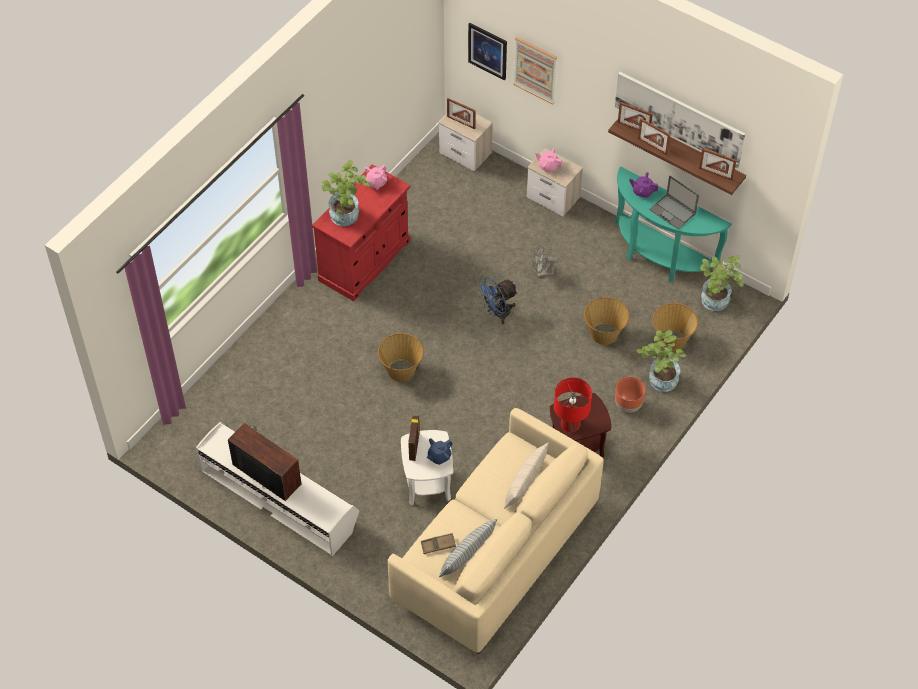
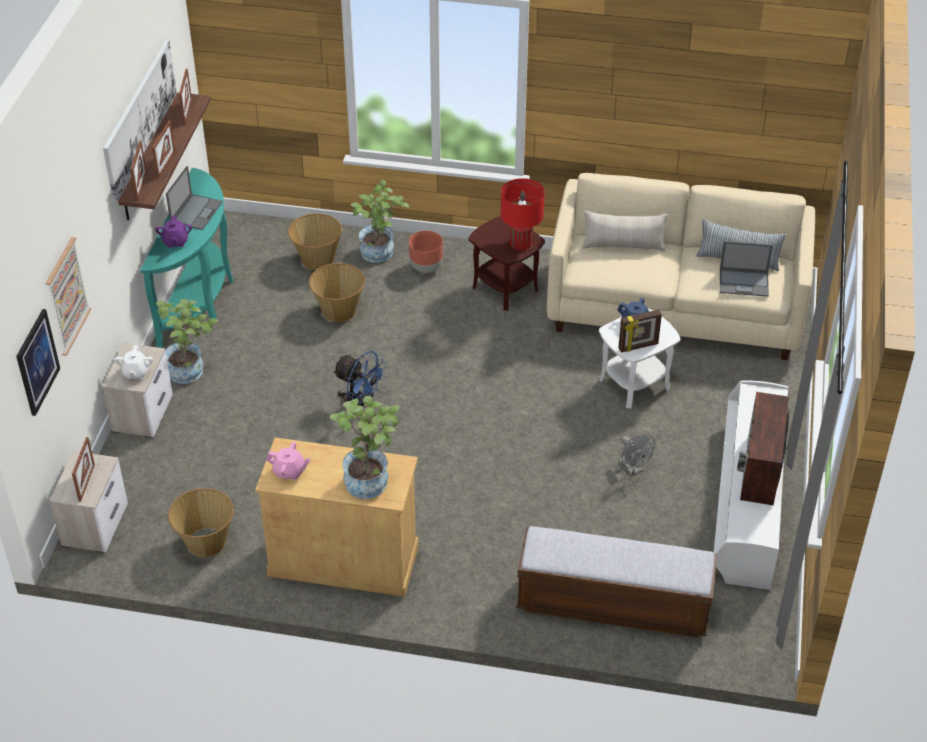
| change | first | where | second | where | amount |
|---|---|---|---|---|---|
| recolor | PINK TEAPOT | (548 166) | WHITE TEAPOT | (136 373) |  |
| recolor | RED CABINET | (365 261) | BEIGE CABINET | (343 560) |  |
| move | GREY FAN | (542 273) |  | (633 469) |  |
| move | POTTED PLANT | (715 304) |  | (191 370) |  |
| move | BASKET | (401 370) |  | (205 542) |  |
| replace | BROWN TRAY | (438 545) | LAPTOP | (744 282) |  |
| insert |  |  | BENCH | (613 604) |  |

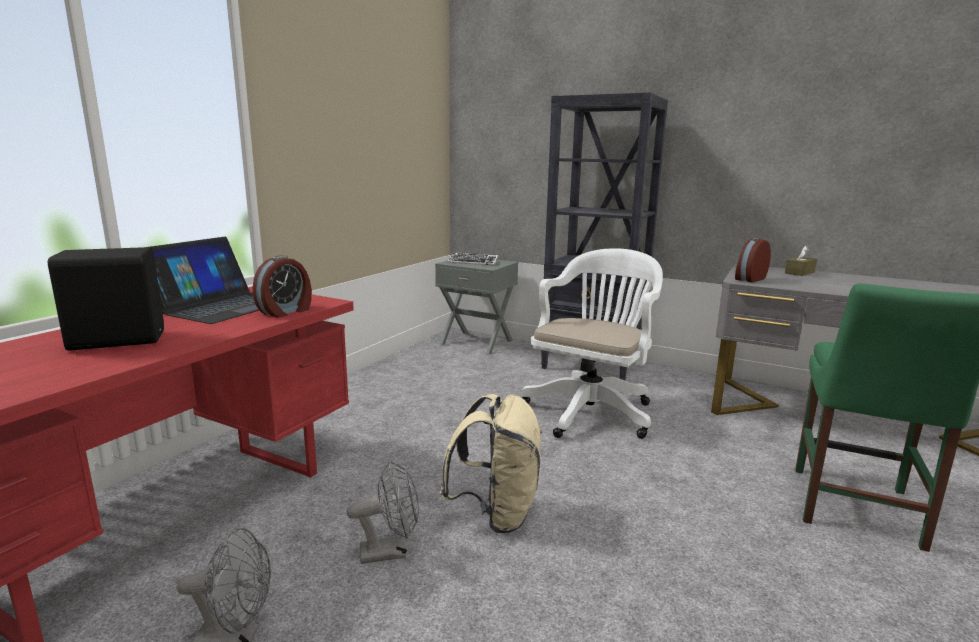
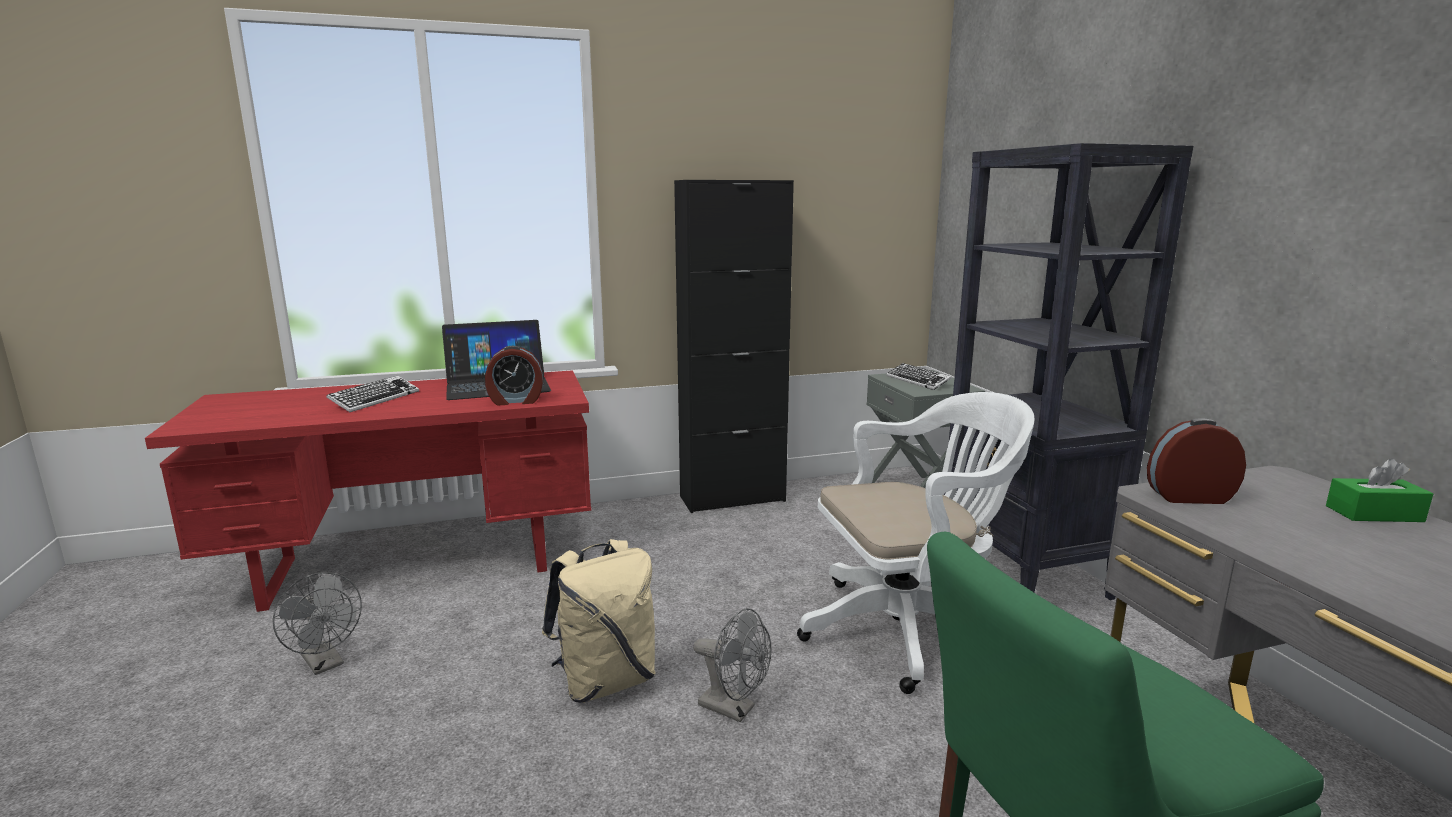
| change | first | where | second | where | amount |
|---|---|---|---|---|---|
| recolor | BROWN TISSUE BOX | (799 272) | GREEN TISSUE BOX | (1374 514) |  |
| replace | BLACK SPEAKER | (116 340) | KEYBOARD | (375 399) |  |
| move | GREY FAN | (390 551) |  | (734 709) |  |
| insert |  |  | BLACK CABINET | (732 498) |  |

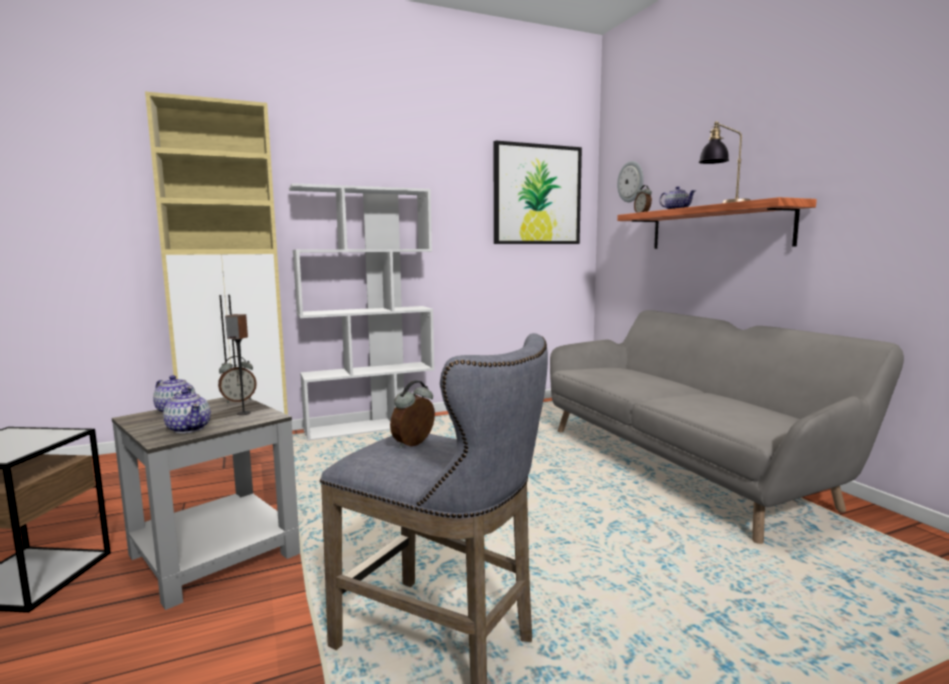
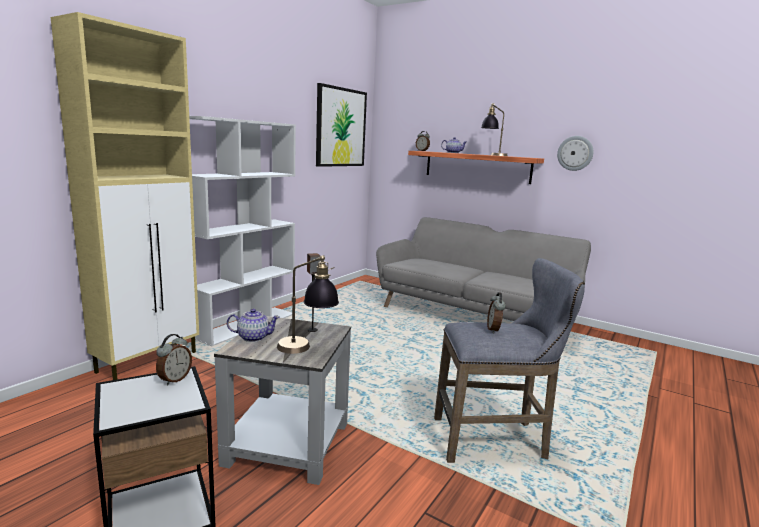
| change | first | where | second | where | amount |
|---|---|---|---|---|---|
| move | WALL CLOCK | (631 181) |  | (575 153) |  |
| move | ALARM CLOCK | (238 401) |  | (174 379) |  |
| replace | TEAPOT | (189 428) | TABLE LAMP | (307 348) |  |

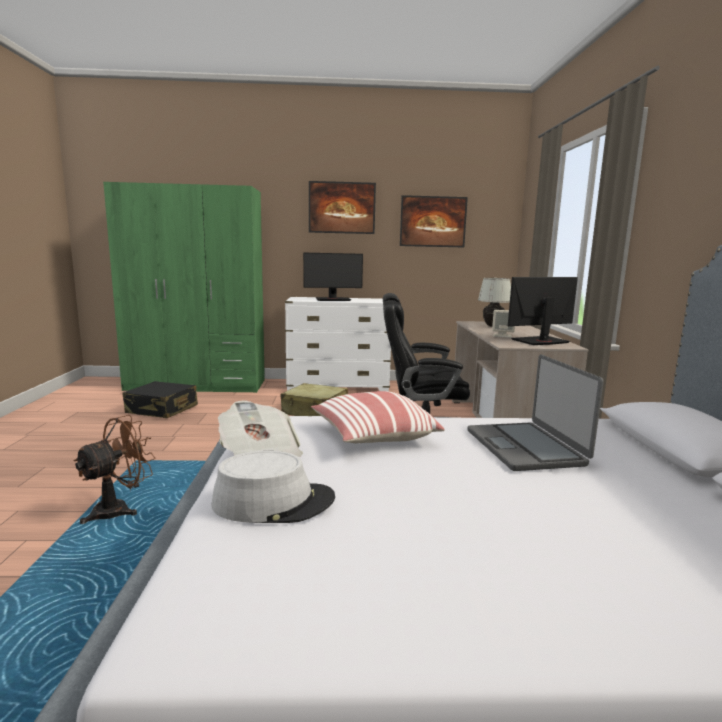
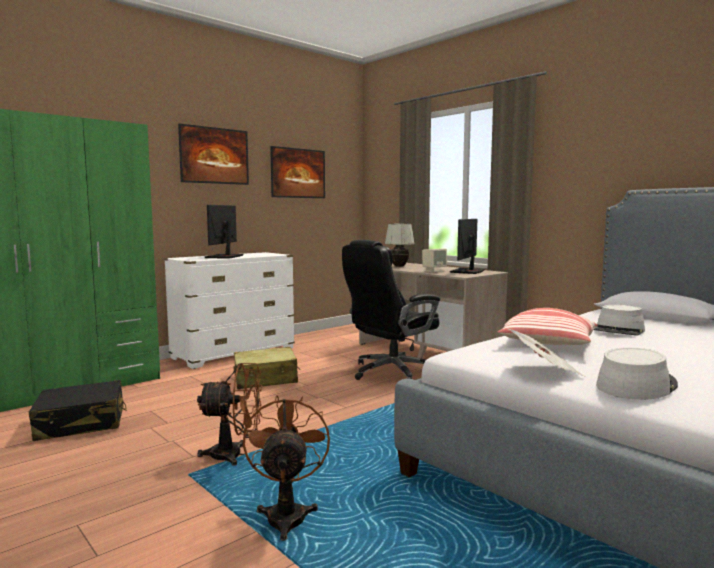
| change | first | where | second | where | amount |
|---|---|---|---|---|---|
| rotate | MONITOR | (332 299) |  | (225 256) | 150 degrees clockwise |
| replace | LAPTOP | (525 447) | GREY HAT | (619 330) |  |
| insert |  |  | BROWN FAN | (235 455) |  |

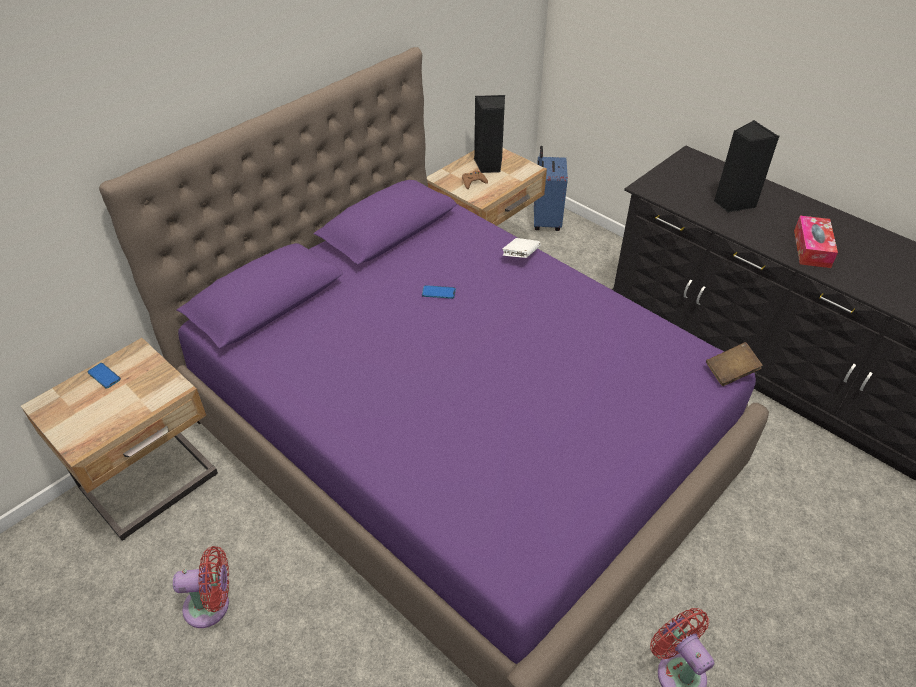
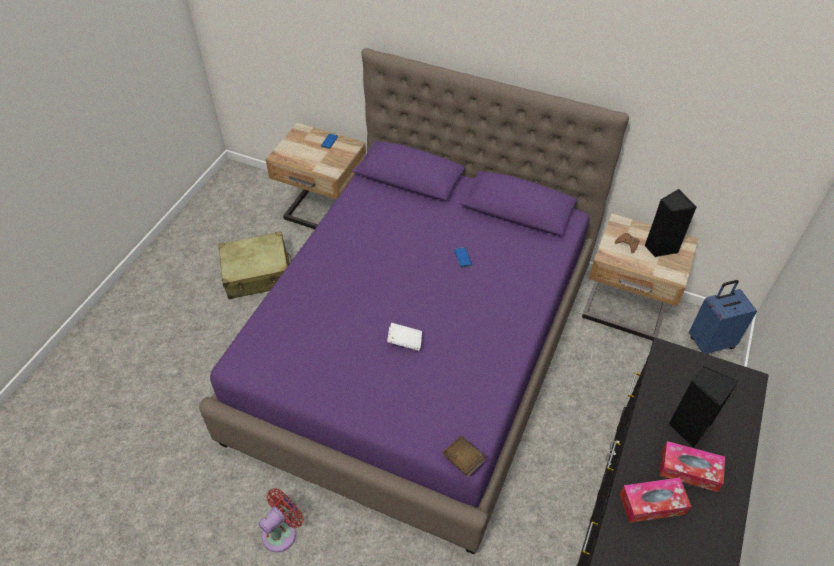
| change | first | where | second | where | amount |
|---|---|---|---|---|---|
| move | WHITE BOOK | (520 256) |  | (404 342) |  |
| replace | RED FAN | (211 606) | BEIGE SUITCASE | (258 274) |  |
| insert |  |  | TISSUE BOX | (689 470) |  |

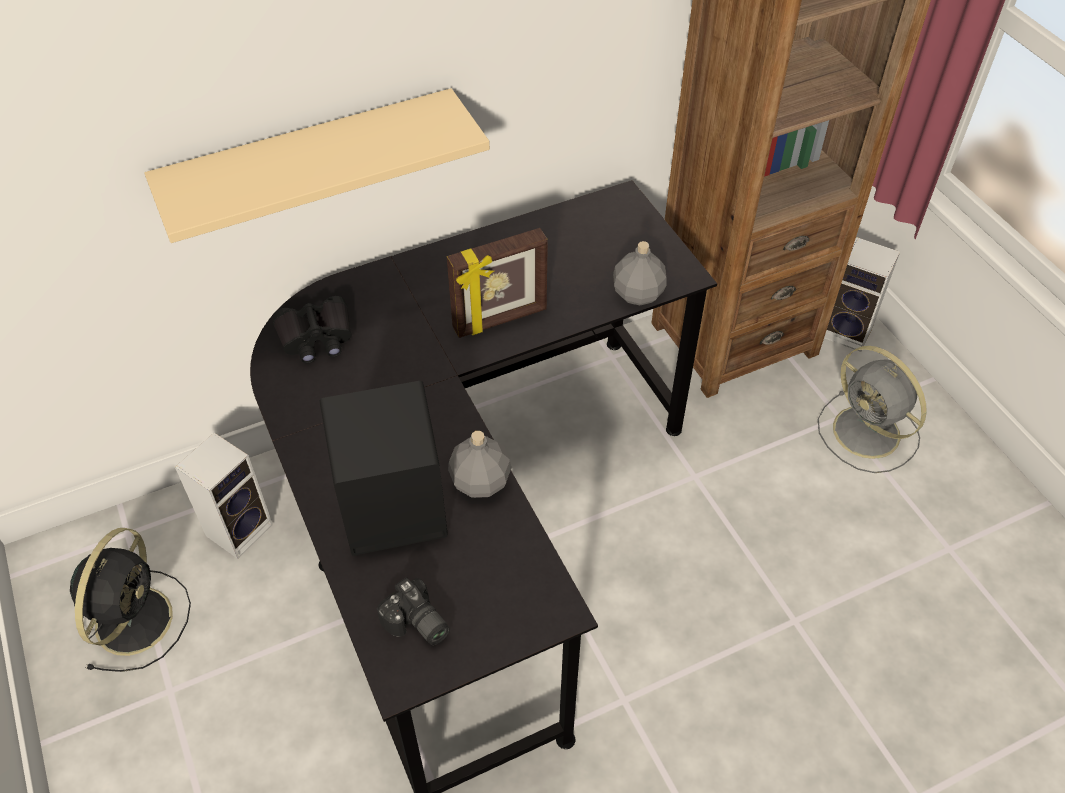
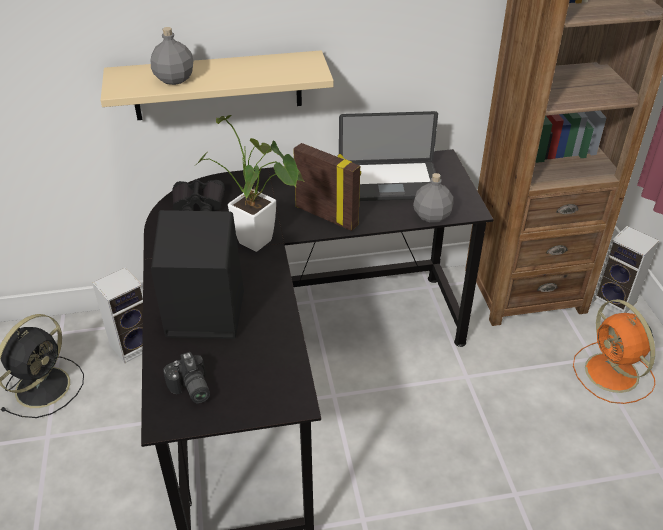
| change | first | where | second | where | amount |
|---|---|---|---|---|---|
| rotate | PICTURE FRAME | (500 320) |  | (327 215) | 135 degrees counterclockwise |
| recolor | GREY FAN | (868 434) | ORANGE FAN | (613 374) |  |
| move | GREY BOTTLE | (481 482) |  | (174 79) |  |
| insert |  |  | LAPTOP | (388 183) |  |
| insert |  |  | POTTED PLANT | (261 245) |  |

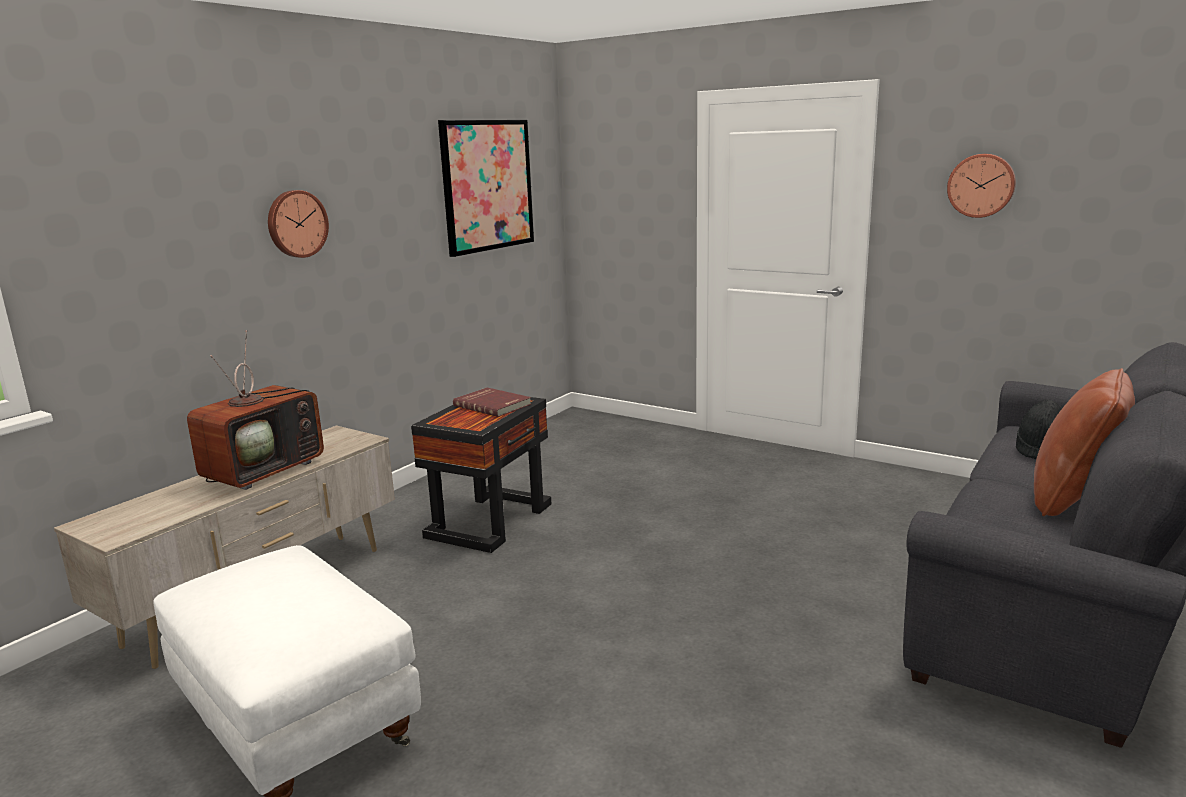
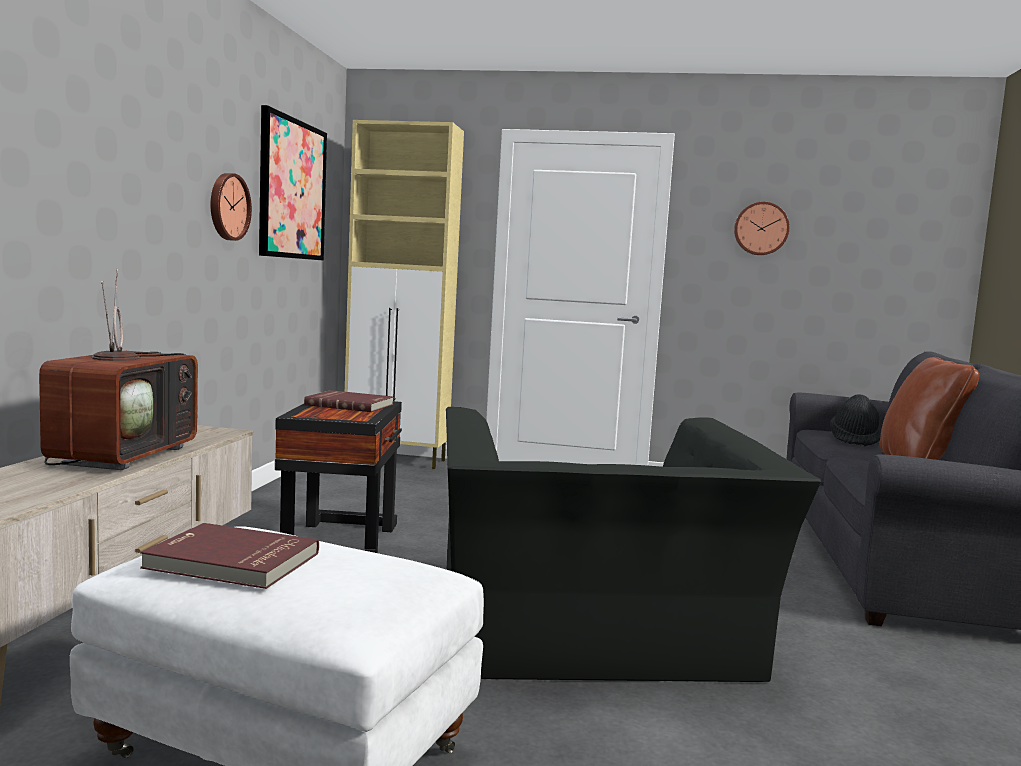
| change | first | where | second | where | amount |
|---|---|---|---|---|---|
| move | WALL CLOCK | (296 224) |  | (227 206) |  |
| insert |  |  | BEIGE CABINET | (397 460) |  |
| insert |  |  | BLACK ARMCHAIR | (591 631) |  |
| insert |  |  | RED BOOK | (231 562) |  |

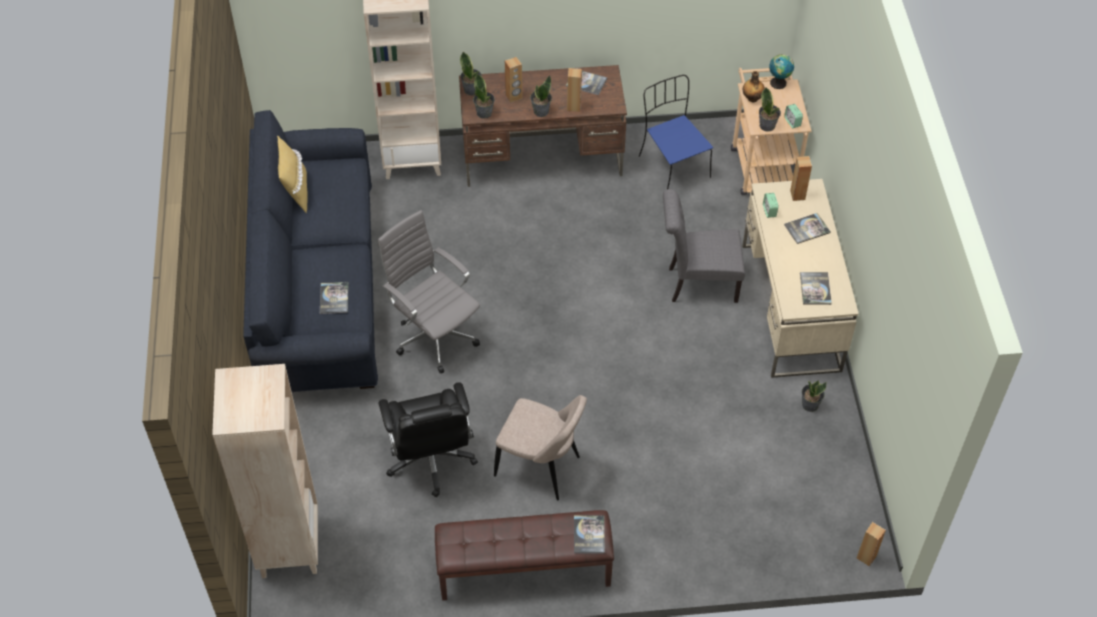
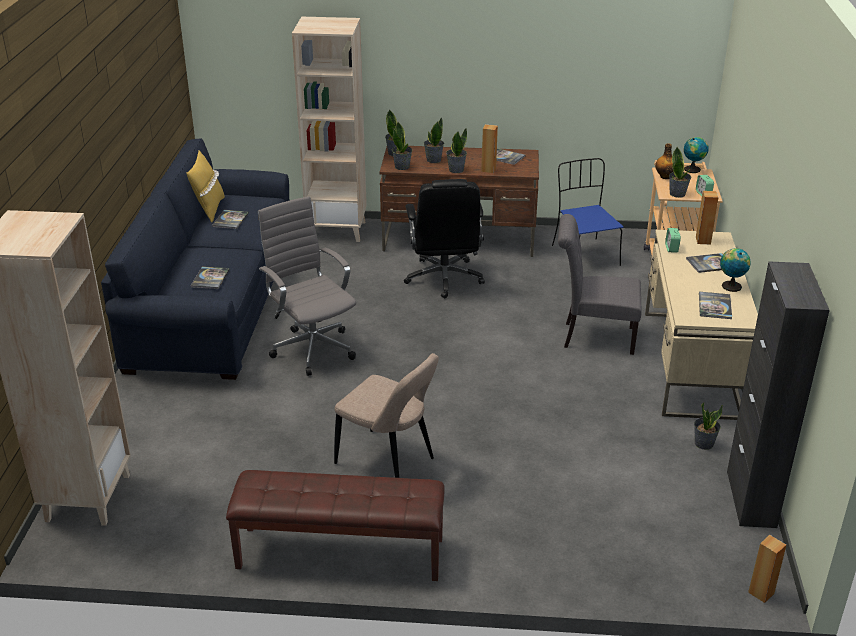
| change | first | where | second | where | amount |
|---|---|---|---|---|---|
| replace | BROWN SPEAKER | (514 97) | POTTED PLANT | (433 160) |  |
| move | BLACK OFFICE CHAIR | (431 459) |  | (444 278) |  |
| move | BOOK | (589 535) |  | (230 220) |  |
| insert |  |  | GLOBE | (730 286) |  |
| insert |  |  | BLACK CABINET | (751 499) |  |

